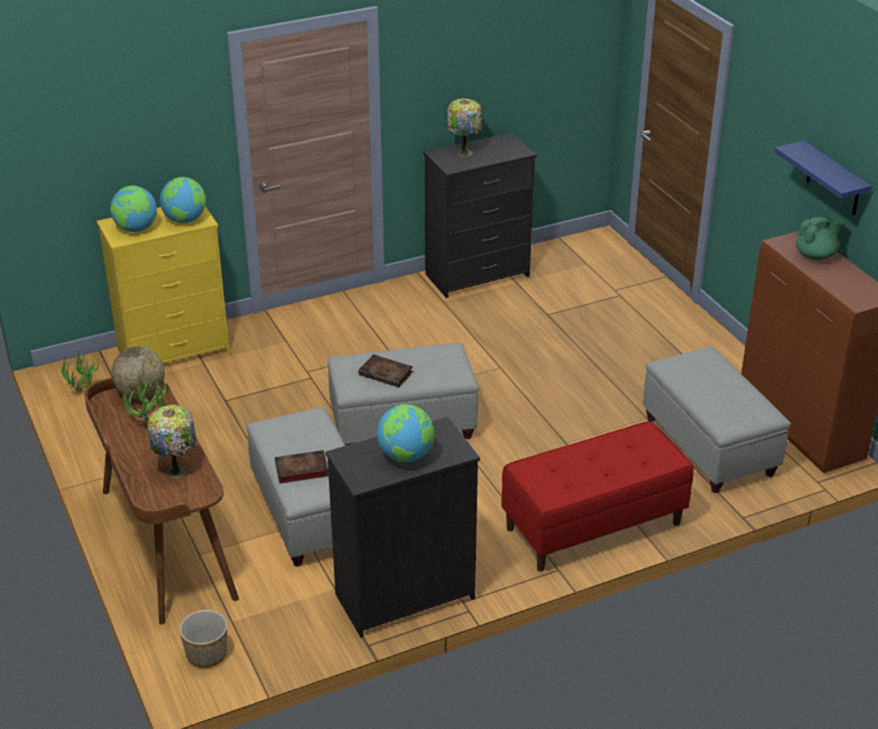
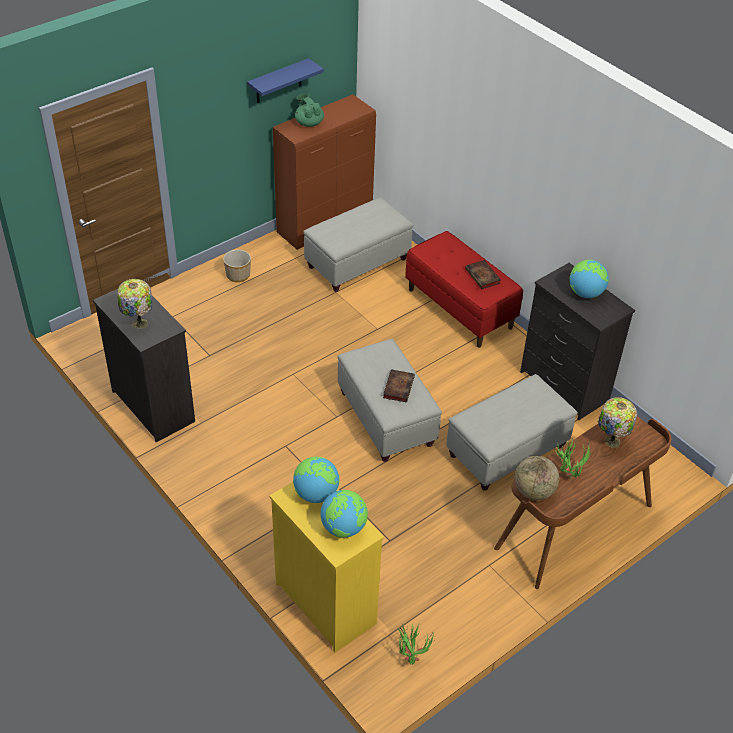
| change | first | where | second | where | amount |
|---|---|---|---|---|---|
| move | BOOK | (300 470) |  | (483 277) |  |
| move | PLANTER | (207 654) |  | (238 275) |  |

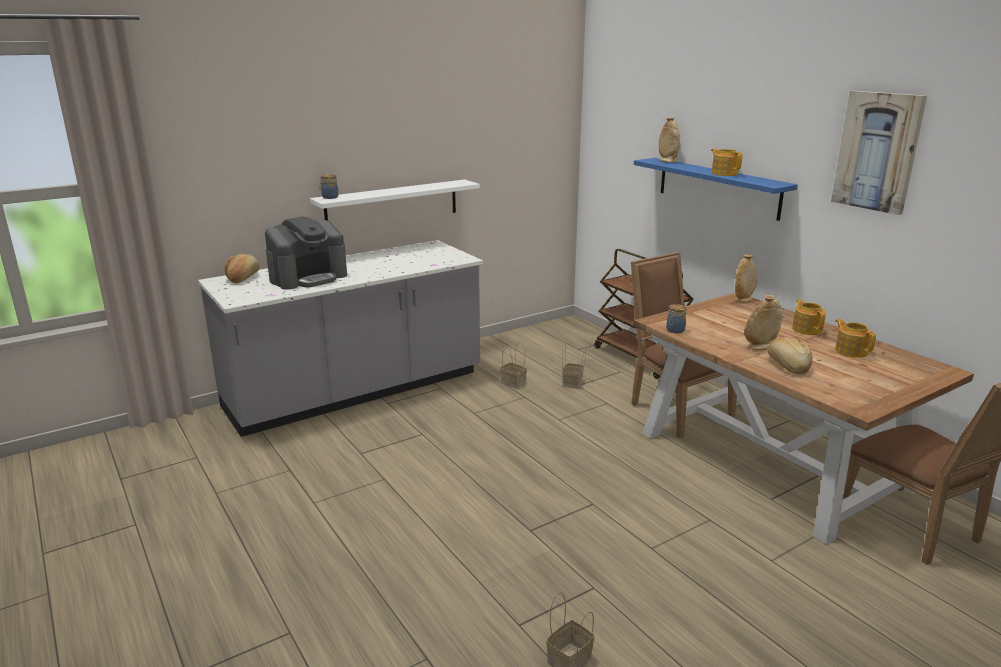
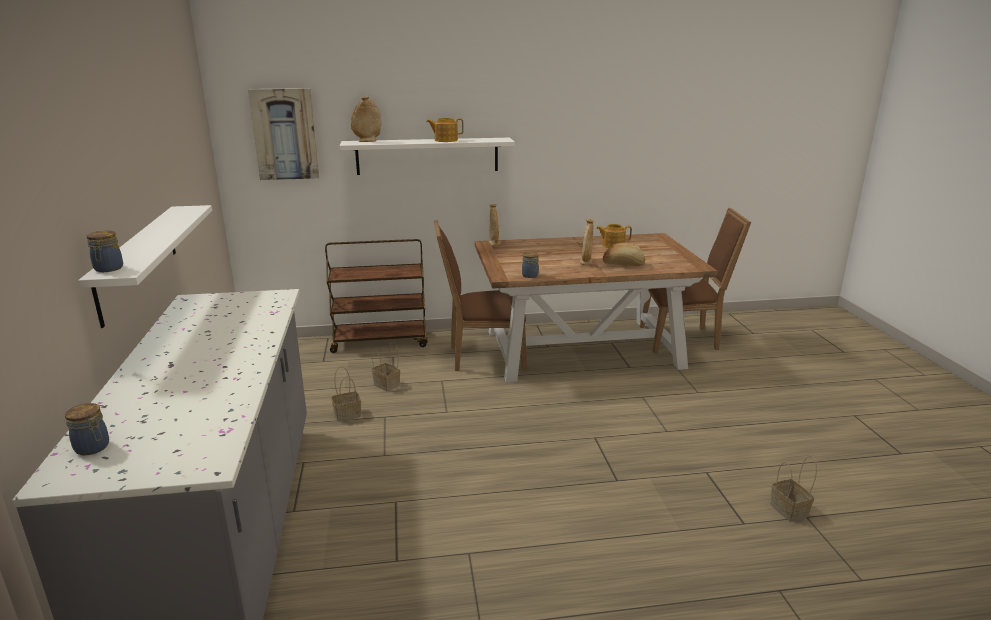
| change | first | where | second | where | amount |
|---|---|---|---|---|---|
| move | PICTURE | (877 151) |  | (285 134) |  |
| recolor | BLUE SHELF | (717 187) | WHITE SHELF | (427 156) |  |
| delete | COFFEE MACHINE | (308 277) |  |  |  |
| replace | BREAD | (243 278) | JAR | (93 448) |  |
| delete | TEAPOT | (807 329) |  |  |  |

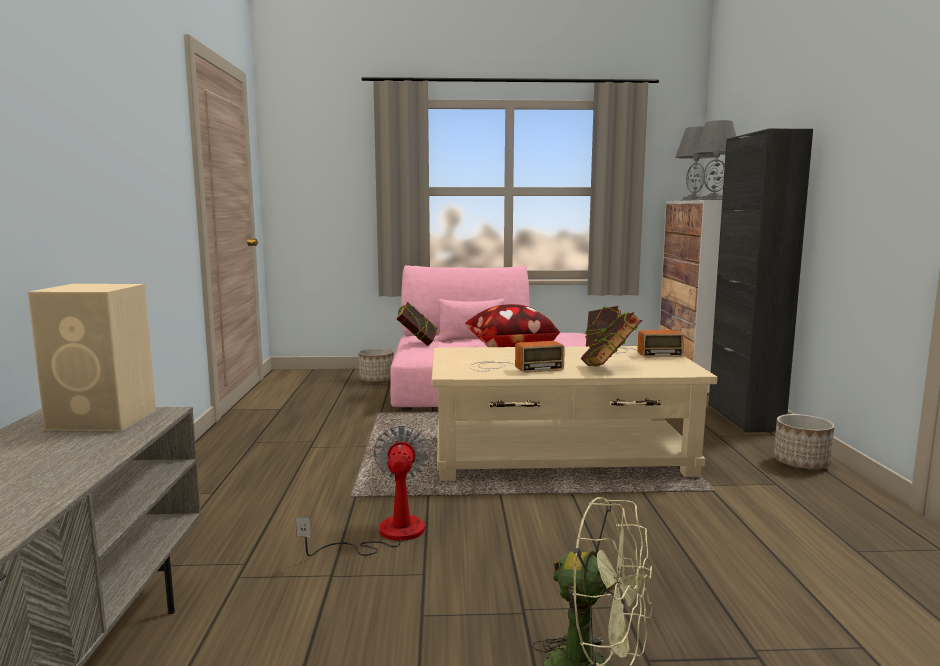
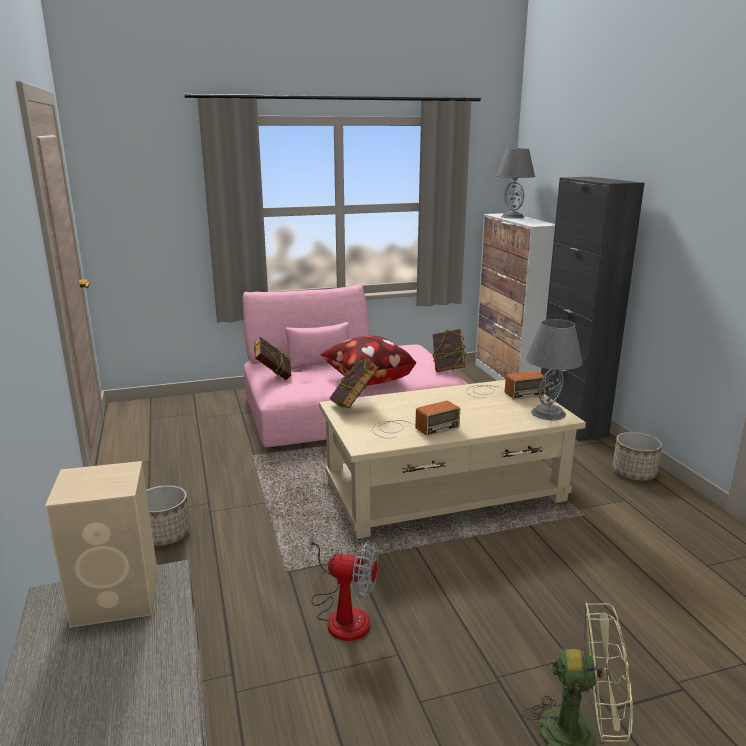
| change | first | where | second | where | amount |
|---|---|---|---|---|---|
| move | GREY TABLE LAMP | (713 199) |  | (548 413) |  |
| move | BOOK | (609 368) |  | (354 406) |  |
| move | PLANTER | (377 380) |  | (165 534) |  |
| rotate | FAN | (386 535) |  | (342 614) | 120 degrees clockwise |

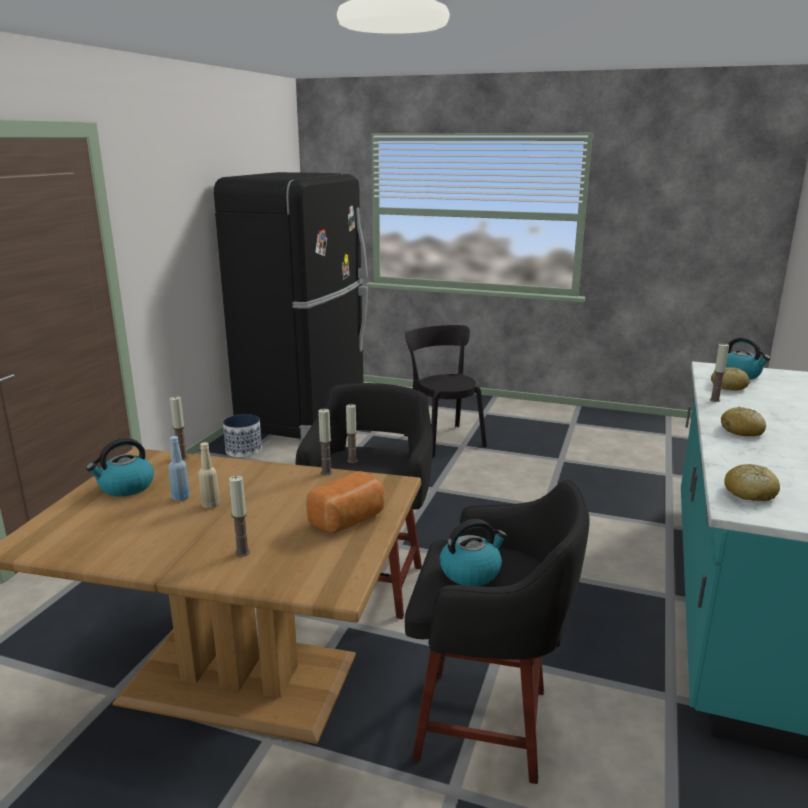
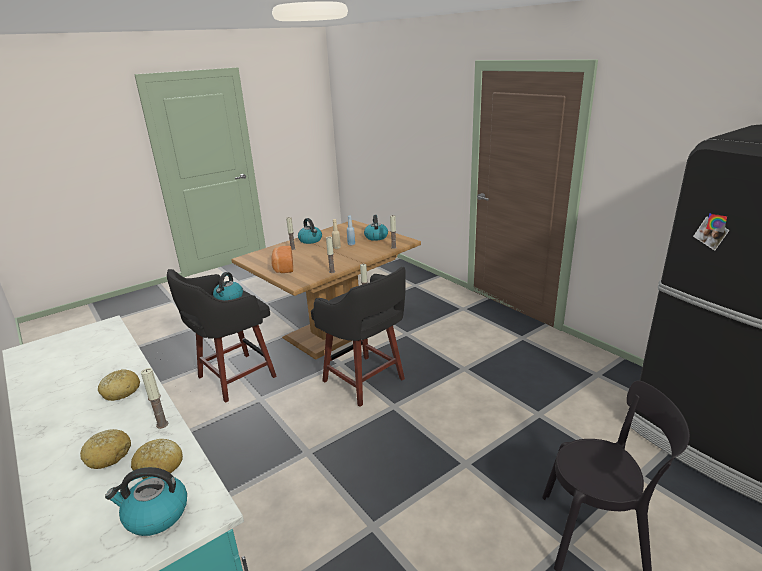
| change | first | where | second | where | amount |
|---|---|---|---|---|---|
| delete | PLANTER | (244 450) |  |  |  |
| move | BREAD | (749 493) |  | (108 455) |  |
| insert |  |  | KETTLE | (311 240) |  |

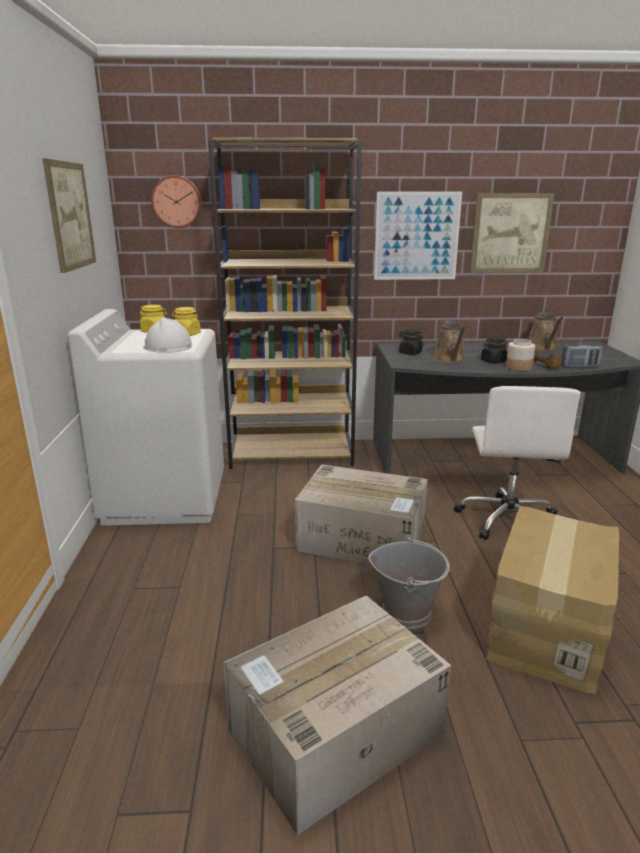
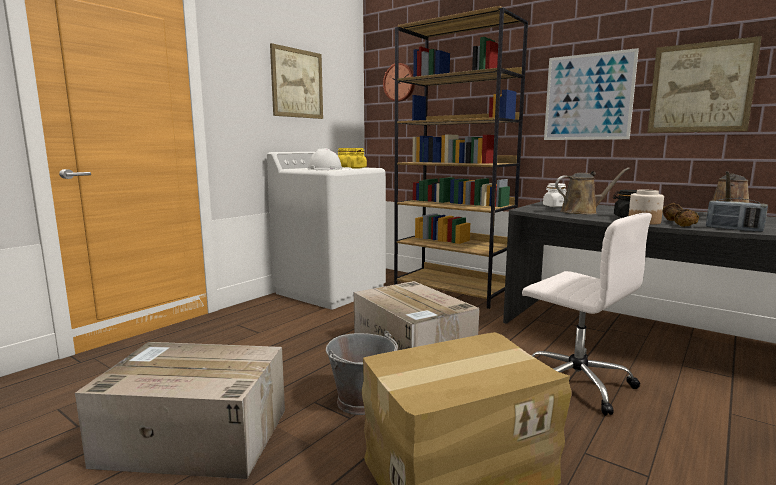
| change | first | where | second | where | amount |
|---|---|---|---|---|---|
| rotate | BROWN WATERING CAN | (450 359) |  | (582 212) | 135 degrees counterclockwise |
| recolor | BLACK JAR | (410 353) | WHITE JAR | (555 206) |  |
| rotate | WHITE OFFICE CHAIR | (507 519) |  | (574 383) | 90 degrees counterclockwise |

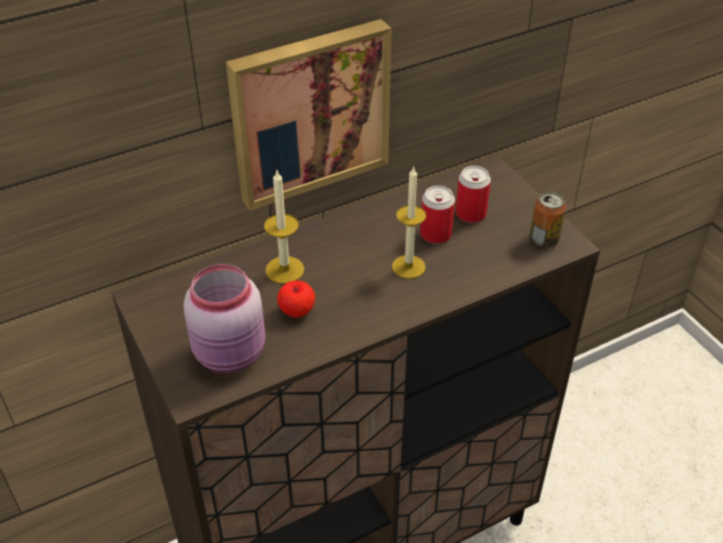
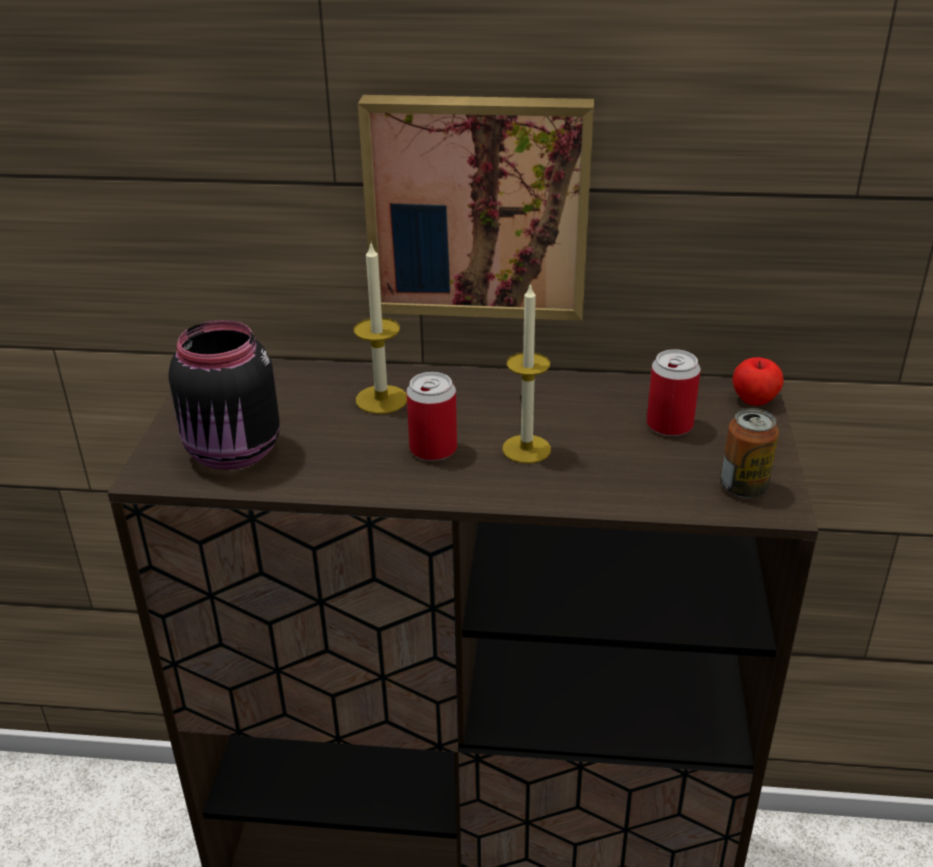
| change | first | where | second | where | amount |
|---|---|---|---|---|---|
| move | CAN | (435 234) |  | (433 449) |  |
| recolor | PINK JAR | (232 354) | BLACK JAR | (234 453) |  |
| move | APPLE | (297 311) |  | (754 400) |  |

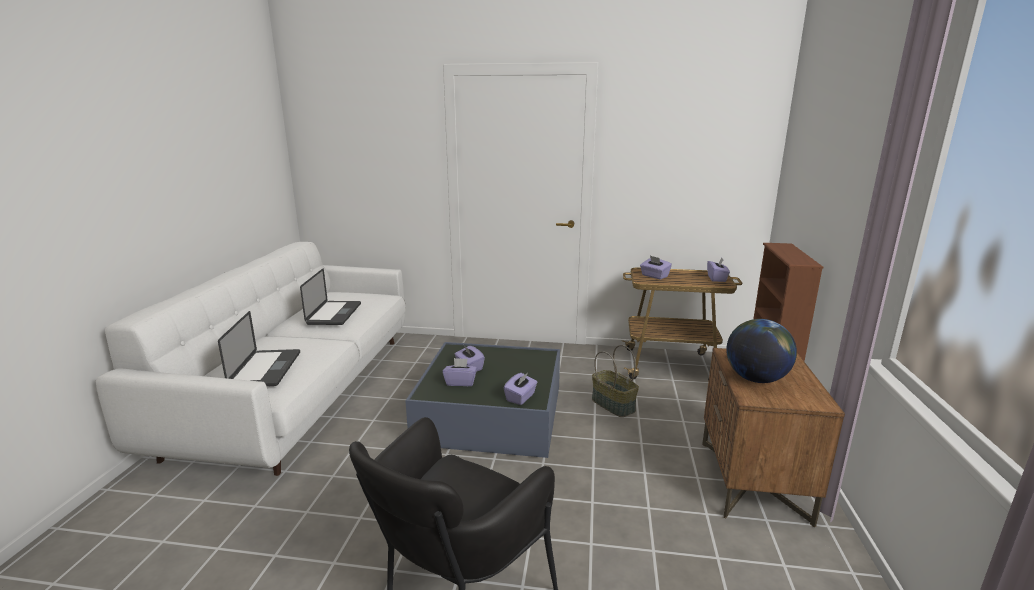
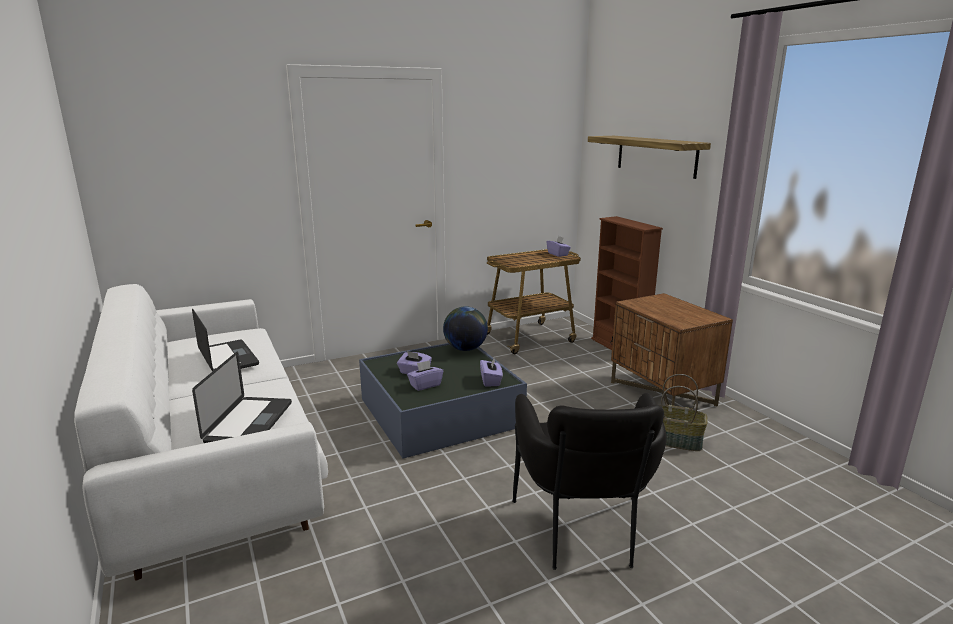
| change | first | where | second | where | amount |
|---|---|---|---|---|---|
| delete | PURPLE TISSUE BOX | (654 276) |  |  |  |
| rotate | LAPTOP | (266 369) |  | (249 422) | 45 degrees clockwise |
| move | GLOBE | (756 379) |  | (465 349) |  |
| move | BASKET | (614 405) |  | (676 441) |  |
| insert |  |  | SHELF | (656 156) |  |

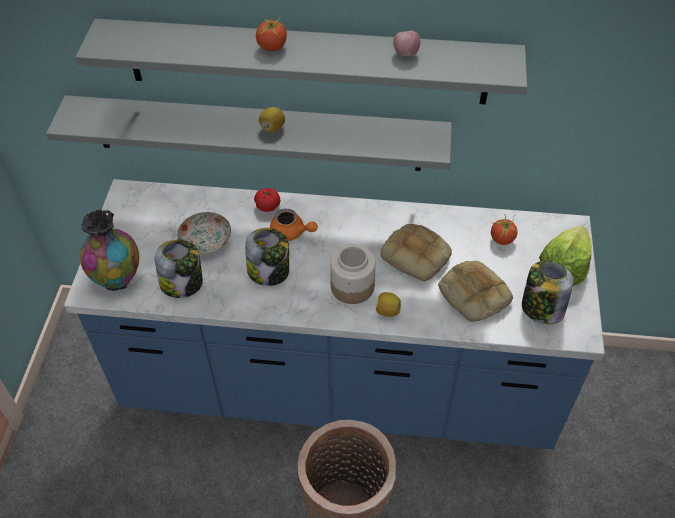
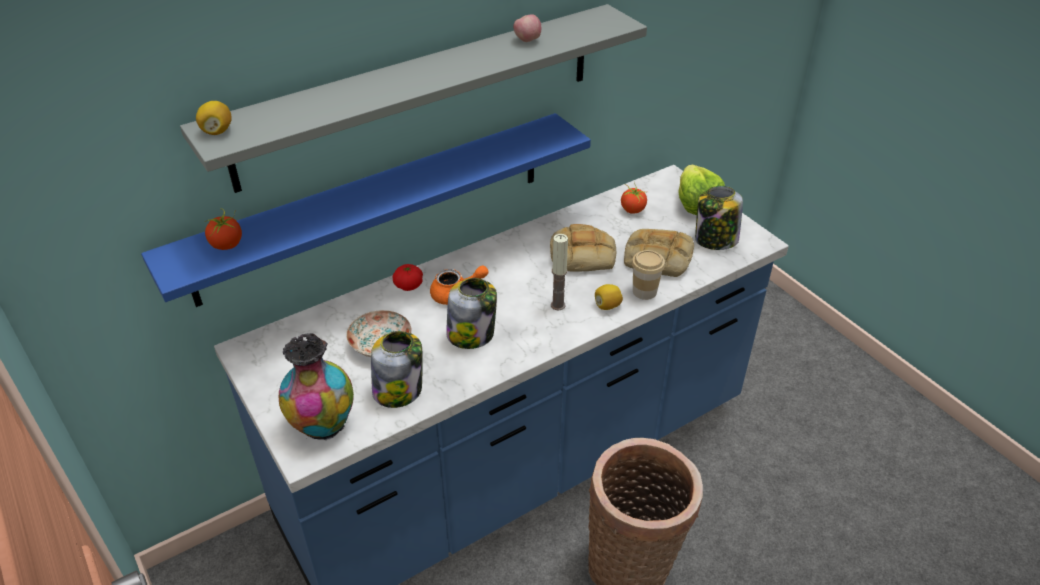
| change | first | where | second | where | amount |
|---|---|---|---|---|---|
| move | TOMATO | (272 46) |  | (227 244) |  |
| recolor | GREY SHELF | (257 133) | BLUE SHELF | (374 207) |  |
| move | LEMON | (272 128) |  | (217 131) |  |
| replace | JAR | (352 287) | CANDLE | (558 305) |  |
| insert |  |  | CUP | (644 291) |  |

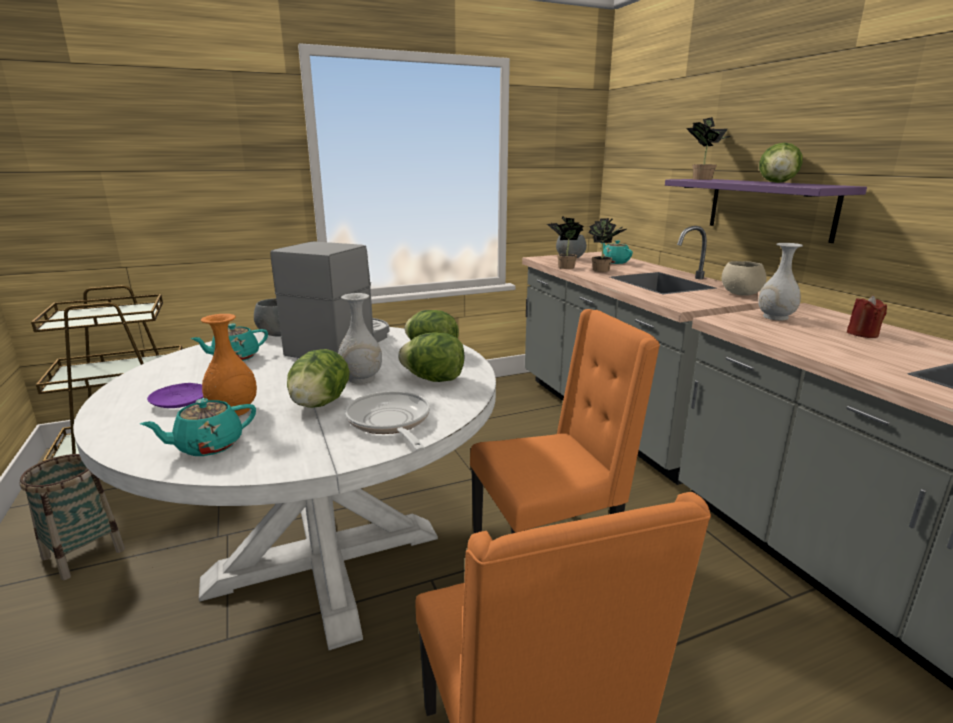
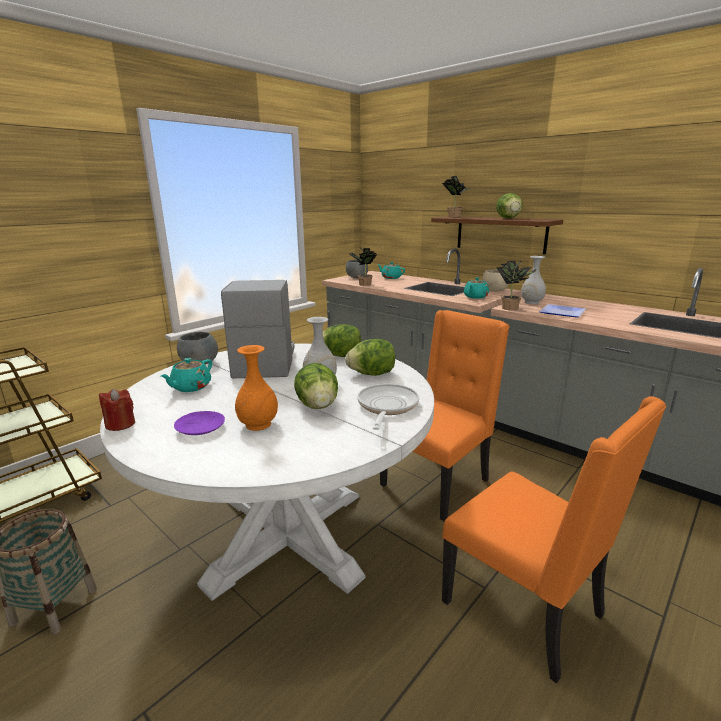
| change | first | where | second | where | amount |
|---|---|---|---|---|---|
| recolor | PURPLE SHELF | (769 208) | BROWN SHELF | (500 234) |  |
| move | POTTED PLANT | (603 270) |  | (512 308) |  |
| move | RED CANDLE | (862 334) |  | (120 424) |  |
| rotate | FRYING PAN | (390 423) |  | (386 407) | 60 degrees clockwise |
| move | TURQUOISE TEAPOT | (208 446) |  | (475 297) |  |
| insert |  |  | PLATE | (561 312) |  |

